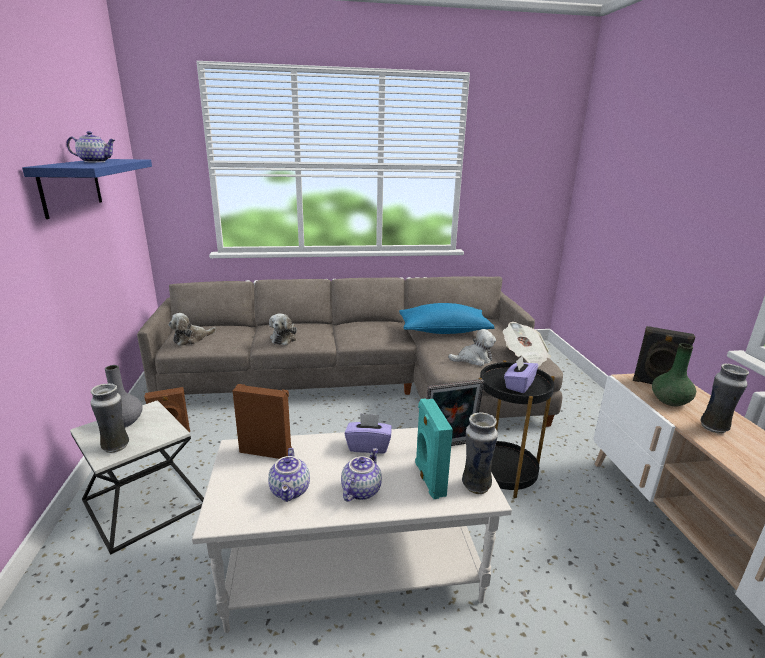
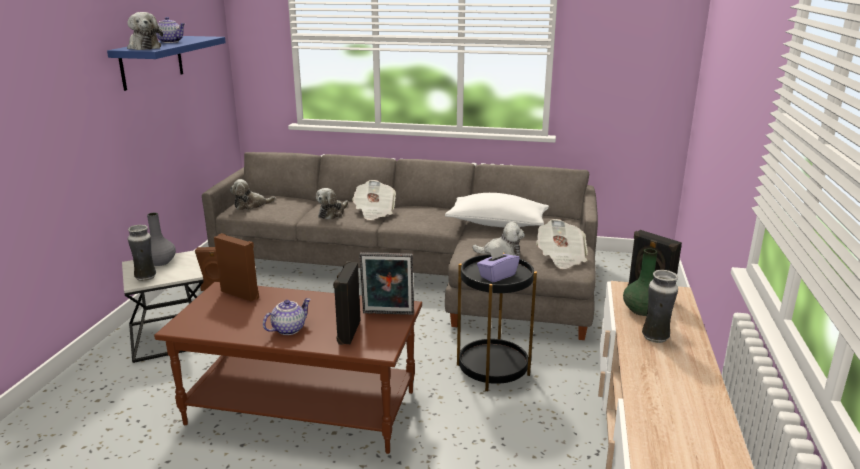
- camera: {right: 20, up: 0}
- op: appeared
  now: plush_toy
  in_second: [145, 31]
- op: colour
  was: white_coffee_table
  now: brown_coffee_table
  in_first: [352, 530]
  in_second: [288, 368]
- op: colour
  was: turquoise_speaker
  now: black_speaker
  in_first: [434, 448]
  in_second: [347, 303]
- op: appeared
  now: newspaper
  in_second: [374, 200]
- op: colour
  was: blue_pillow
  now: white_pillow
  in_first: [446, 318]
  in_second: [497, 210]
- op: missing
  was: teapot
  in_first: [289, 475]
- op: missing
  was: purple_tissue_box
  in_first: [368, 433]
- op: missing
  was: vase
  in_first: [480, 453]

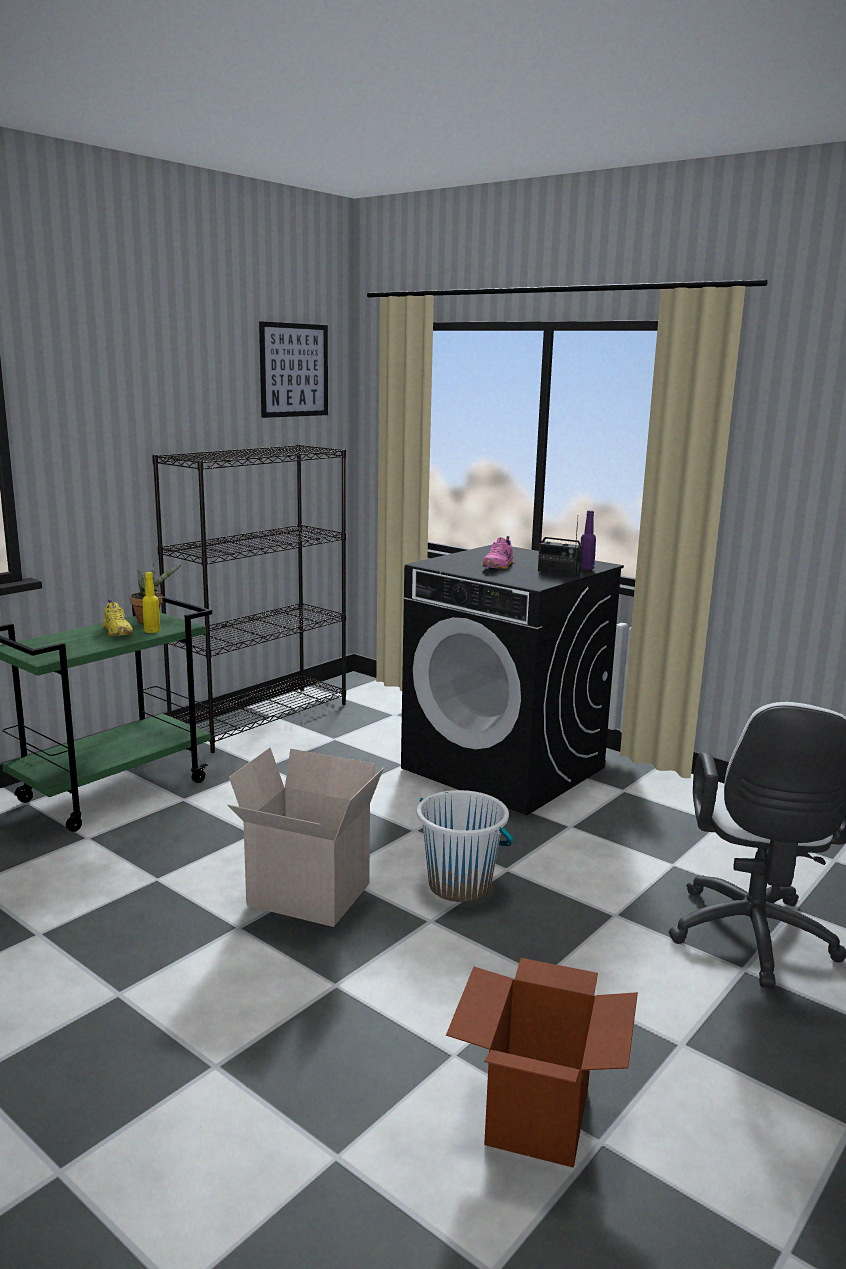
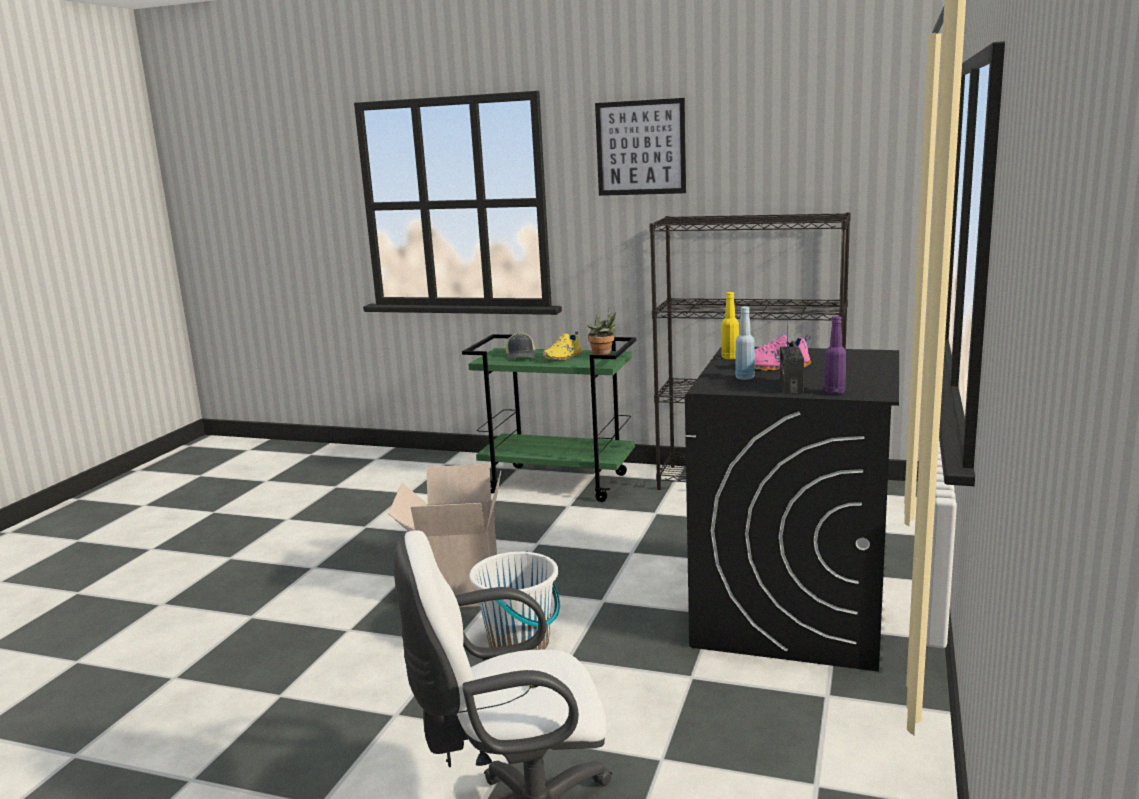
- camera: {right: 70, up: 0}
- op: appeared
  now: cap
  in_second: [520, 346]
- op: relocated
  was: picture
  in_first: [293, 369]
  in_second: [640, 147]
- op: relocated
  was: yellow_bottle
  in_first: [151, 602]
  in_second: [730, 325]
- op: appeared
  now: blue_bottle
  in_second: [745, 343]
- op: missing
  was: cardboard_box
  in_first: [542, 1063]

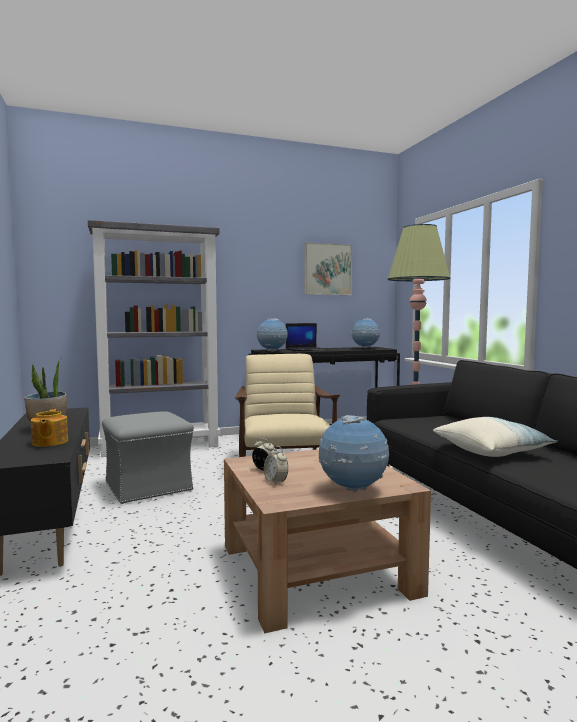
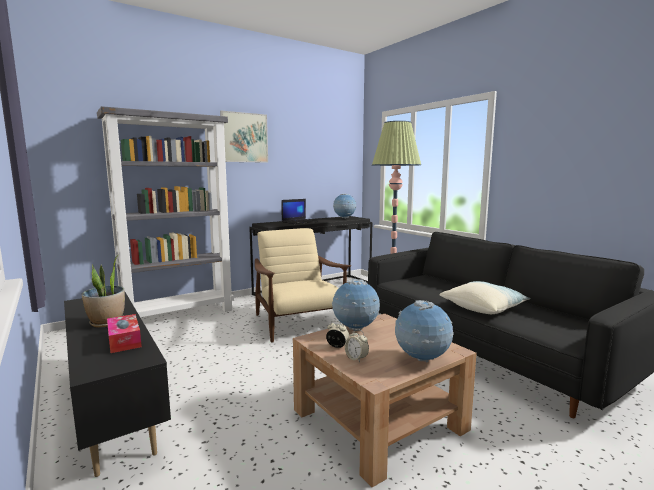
- camera: {right: -15, up: 5}
- op: exchanged
  was: teapot
  now: tissue_box
  in_first: [49, 428]
  in_second: [124, 333]
- op: relocated
  was: picture
  in_first: [328, 268]
  in_second: [244, 137]
- op: relocated
  was: globe
  in_first: [272, 335]
  in_second: [356, 305]
- op: missing
  was: grey_ottoman
  in_first: [148, 457]

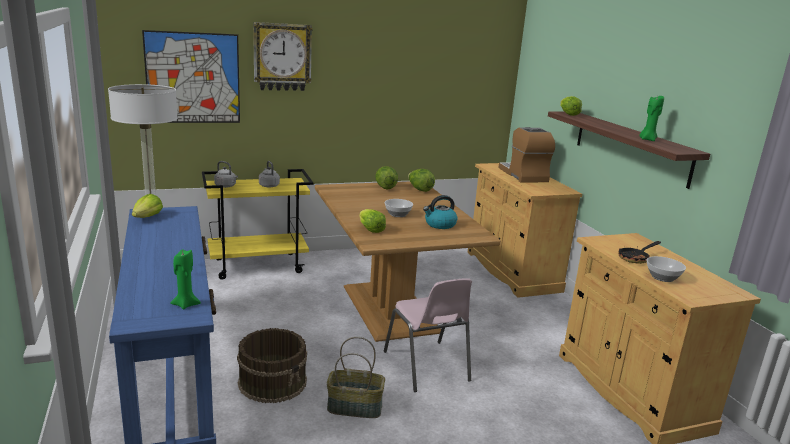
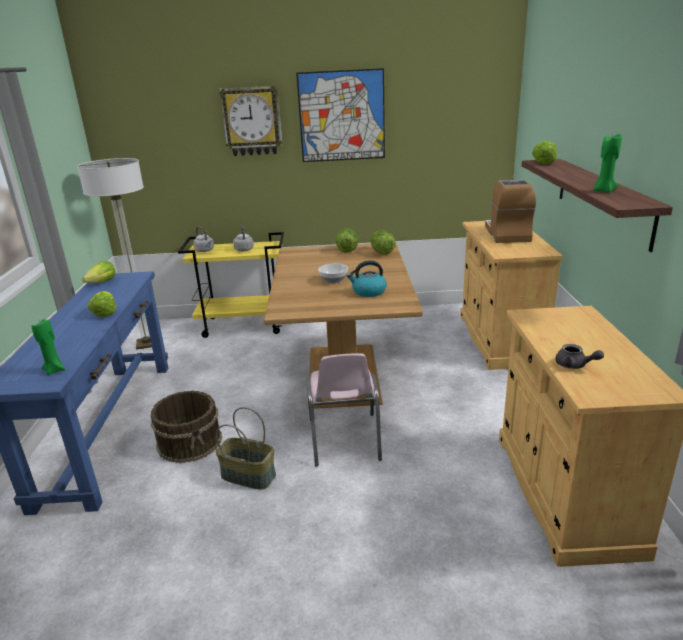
- camera: {right: 20, up: 5}
- op: relocated
  was: lettuce
  in_first: [372, 221]
  in_second: [102, 304]
- op: relocated
  was: picture
  in_first: [191, 76]
  in_second: [340, 115]
- op: exchanged
  was: bowl
  now: grey_teapot
  in_first: [666, 269]
  in_second: [579, 356]
- op: missing
  was: frying_pan
  in_first: [639, 252]

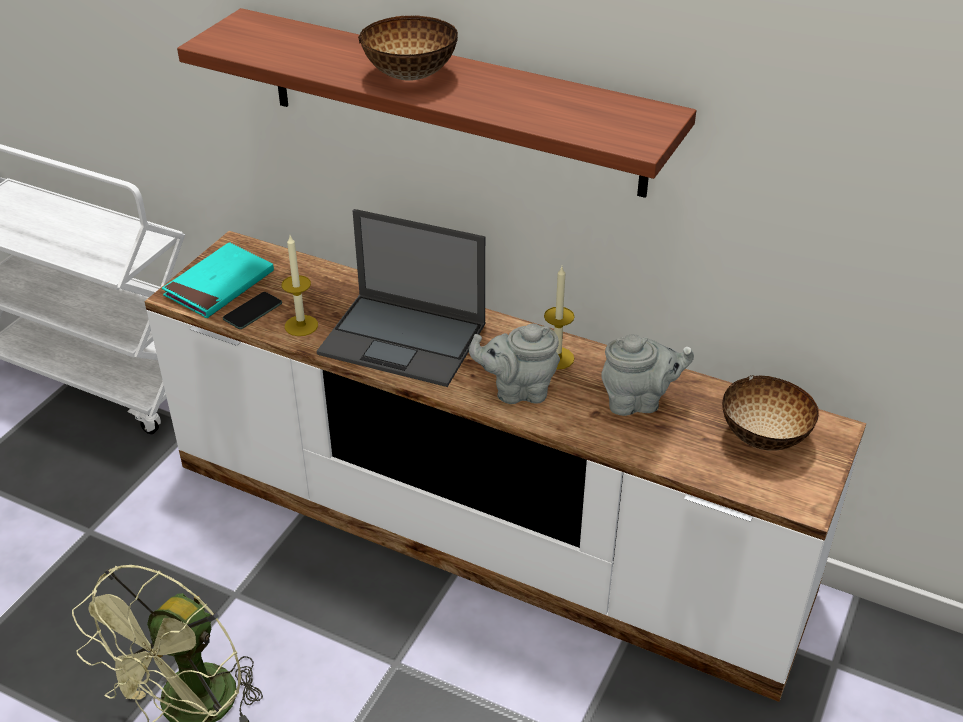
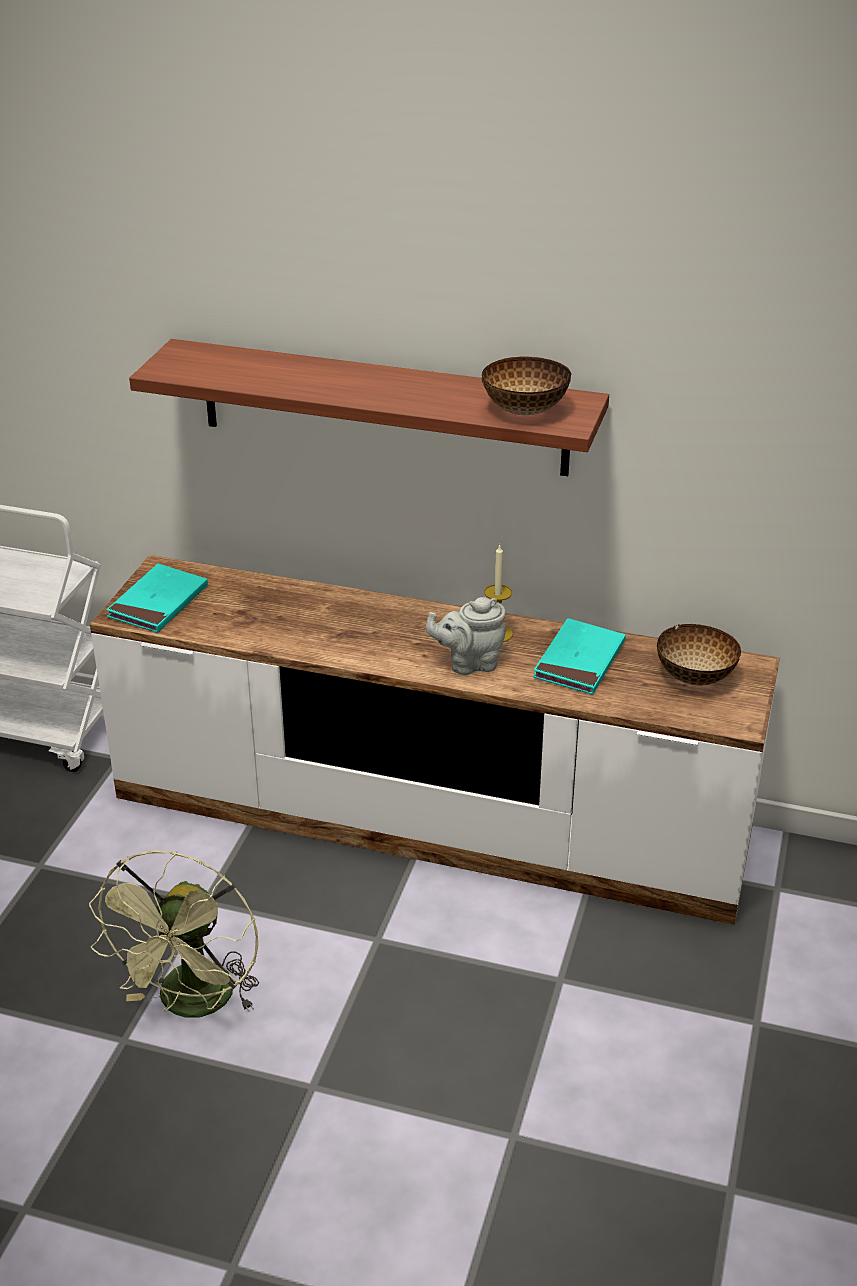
- camera: {right: -10, up: -5}
- op: relocated
  was: bowl
  in_first: [408, 48]
  in_second: [526, 386]
- op: exchanged
  was: grey_teapot
  now: turquoise_book
  in_first: [647, 375]
  in_second: [579, 656]
- op: missing
  was: phone
  in_first: [252, 310]
- op: missing
  was: candle
  in_first: [300, 286]
- op: missing
  was: laptop
  in_first: [400, 298]

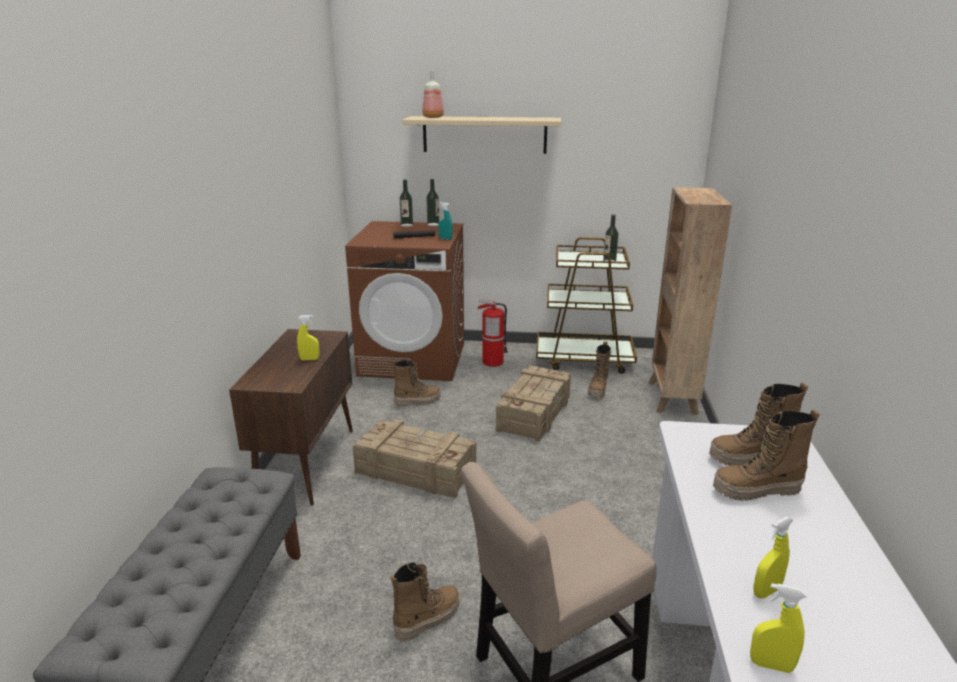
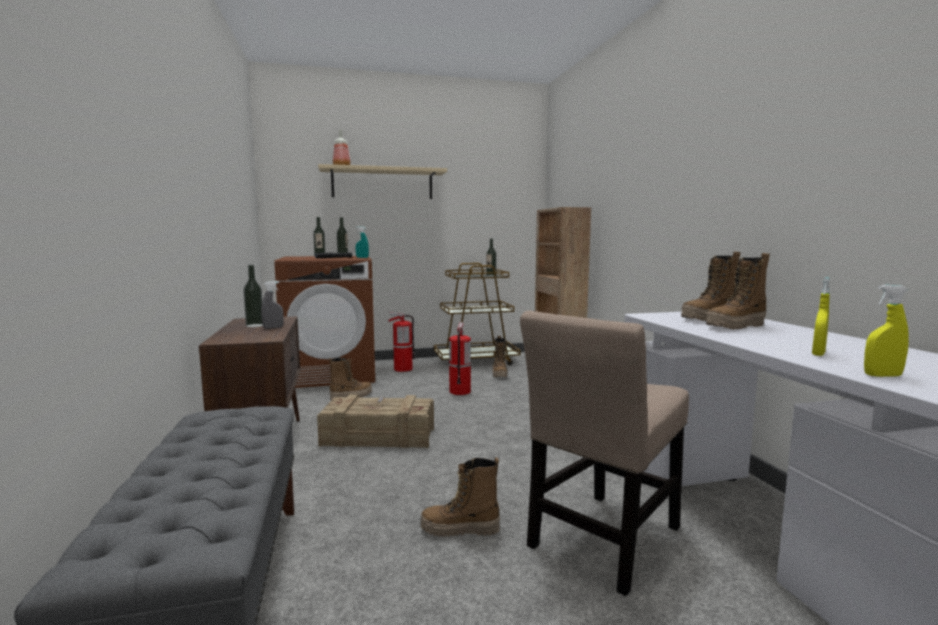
- camera: {right: -20, up: -15}
- op: appeared
  now: bottle
  in_second: [253, 296]
- op: colour
  was: yellow_spray_bottle
  now: grey_spray_bottle
  in_first: [308, 337]
  in_second: [272, 305]
- op: spun
  was: boot
  in_first: [424, 602]
  in_second: [460, 497]
  clockwise: -120
- op: exchanged
  was: crate
  now: fire_extinguisher
  in_first: [533, 403]
  in_second: [460, 358]

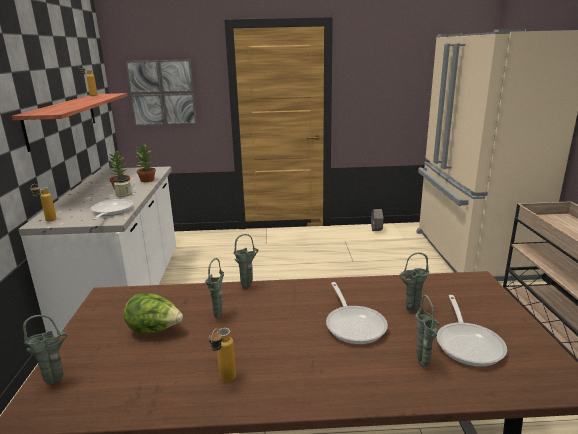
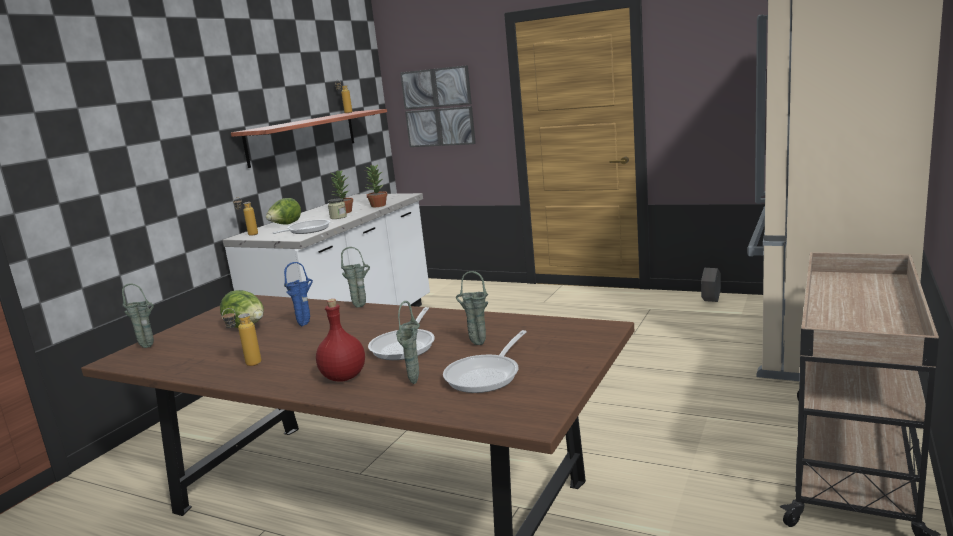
- camera: {right: 30, up: -5}
- op: appeared
  now: lettuce
  in_second: [283, 211]
- op: colour
  was: green_vase
  now: blue_vase
  in_first: [214, 288]
  in_second: [298, 294]
- op: appeared
  now: red_bottle
  in_second: [340, 340]

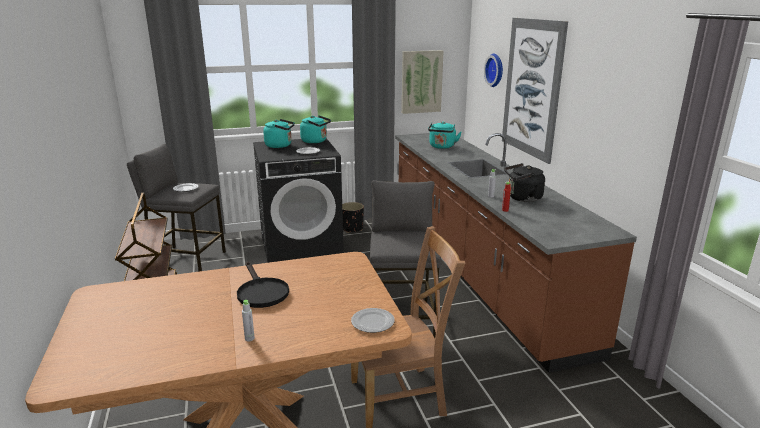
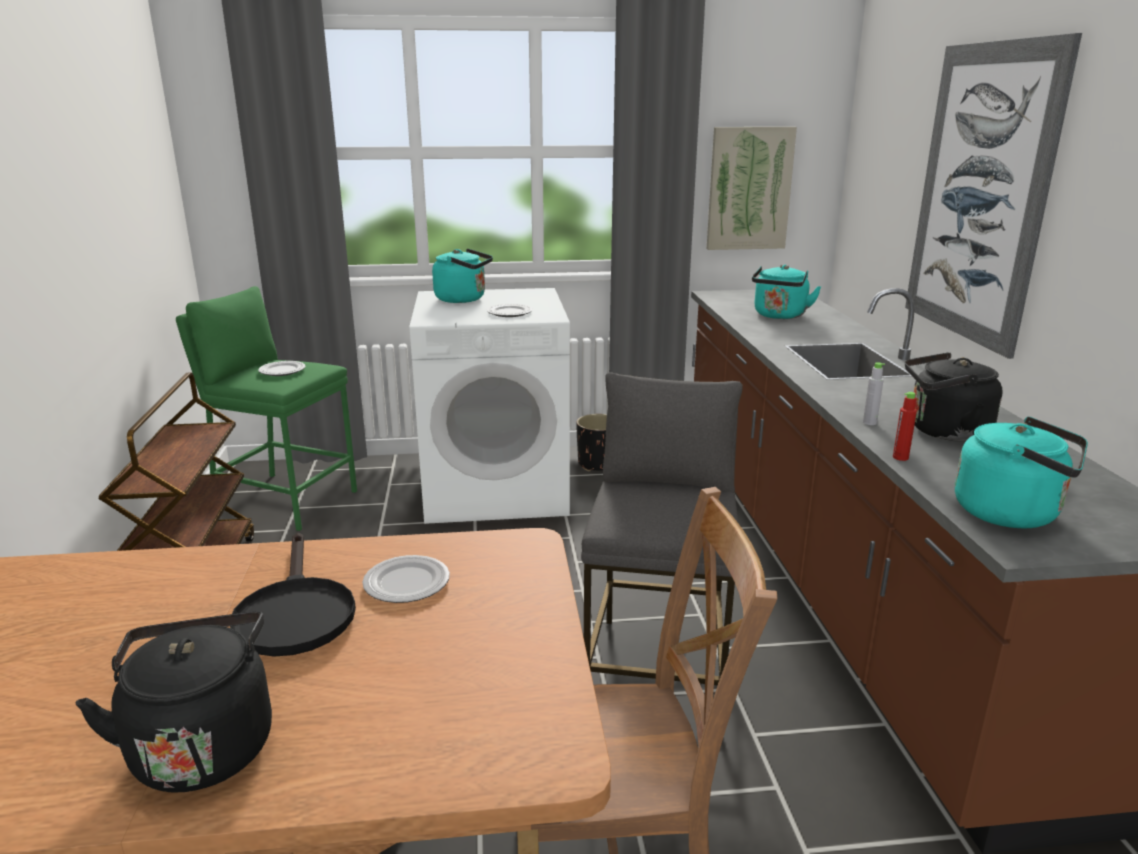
- camera: {right: 10, up: 0}
- op: exchanged
  was: grey_bottle
  now: black_kettle
  in_first: [248, 320]
  in_second: [174, 702]
- op: colour
  was: grey_stool
  now: green_stool
  in_first: [176, 207]
  in_second: [266, 408]
- op: relocated
  was: plate
  in_first: [373, 320]
  in_second: [406, 579]
- op: colour
  was: black_washing_machine
  now: white_washing_machine
  in_first: [298, 200]
  in_second: [490, 406]
- op: relocated
  was: turquoise_kettle
  in_first: [315, 129]
  in_second: [1021, 472]
- op: missing
  was: wall_clock
  in_first: [493, 70]

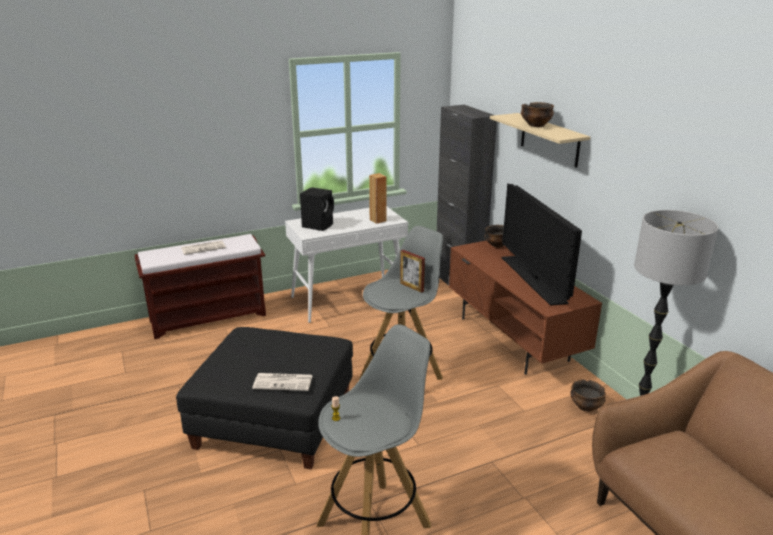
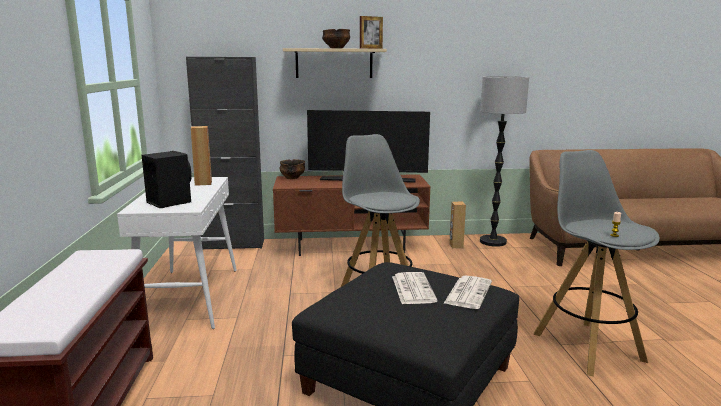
- camera: {right: -70, up: -10}
- op: relocated
  was: picture_frame
  in_first: [412, 271]
  in_second: [371, 32]
- op: relocated
  was: newspaper
  in_first: [203, 247]
  in_second: [415, 288]
- op: exchanged
  was: bowl
  now: brown_speaker
  in_first: [588, 395]
  in_second: [457, 225]

